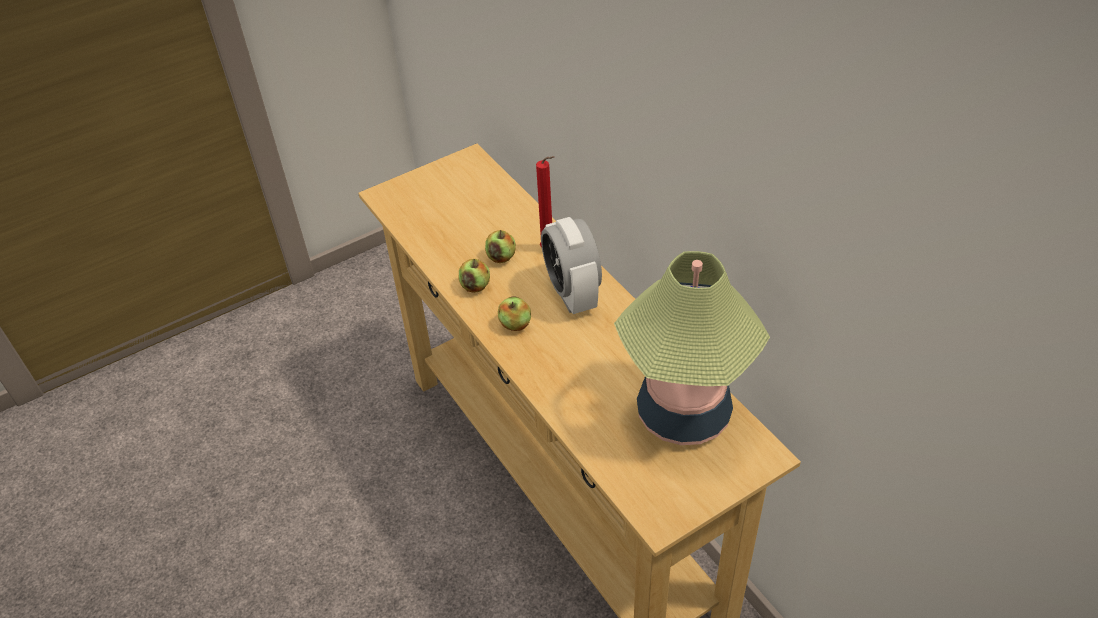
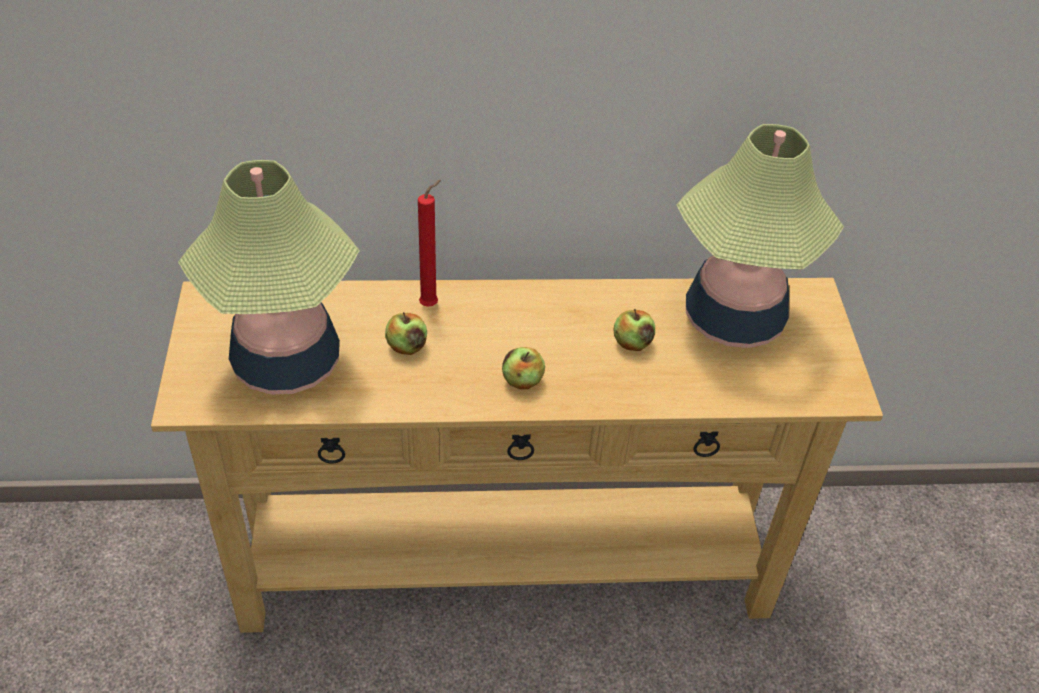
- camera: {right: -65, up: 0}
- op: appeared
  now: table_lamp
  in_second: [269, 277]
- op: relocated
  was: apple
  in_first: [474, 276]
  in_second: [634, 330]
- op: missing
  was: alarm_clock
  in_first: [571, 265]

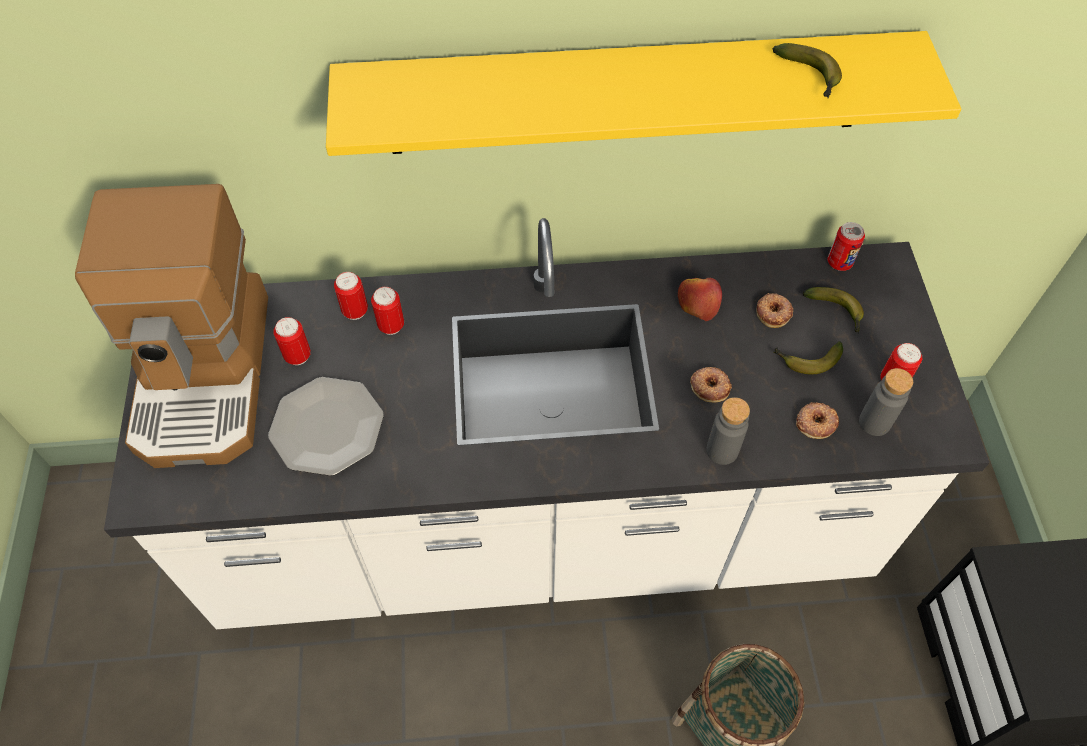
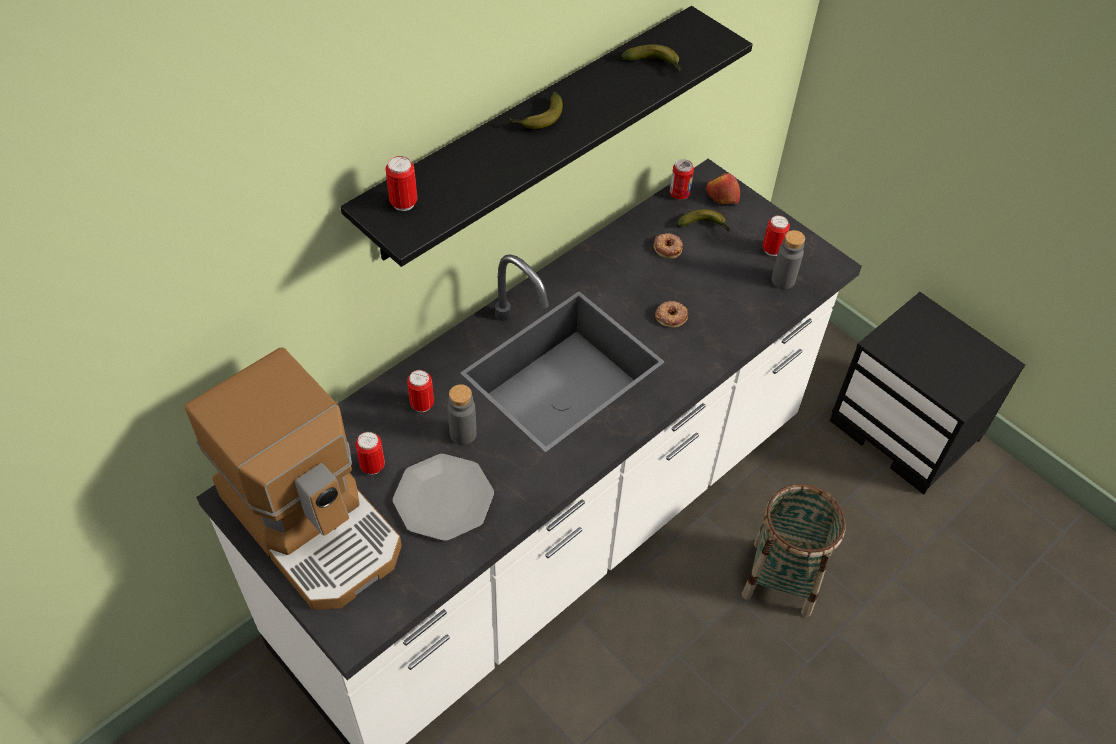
- camera: {right: -40, up: -5}
- op: colour
  was: yellow_shelf
  now: black_shelf
  in_first: [643, 93]
  in_second: [546, 136]
- op: relocated
  was: can
  in_first: [351, 296]
  in_second: [401, 183]
- op: relocated
  was: grey_bottle
  in_first: [728, 431]
  in_second: [462, 414]
- op: relocated
  was: banana
  in_first: [808, 357]
  in_second: [536, 110]
- op: relocated
  was: apple
  in_first: [700, 299]
  in_second: [723, 188]
- op: missing
  was: donut
  in_first: [817, 420]

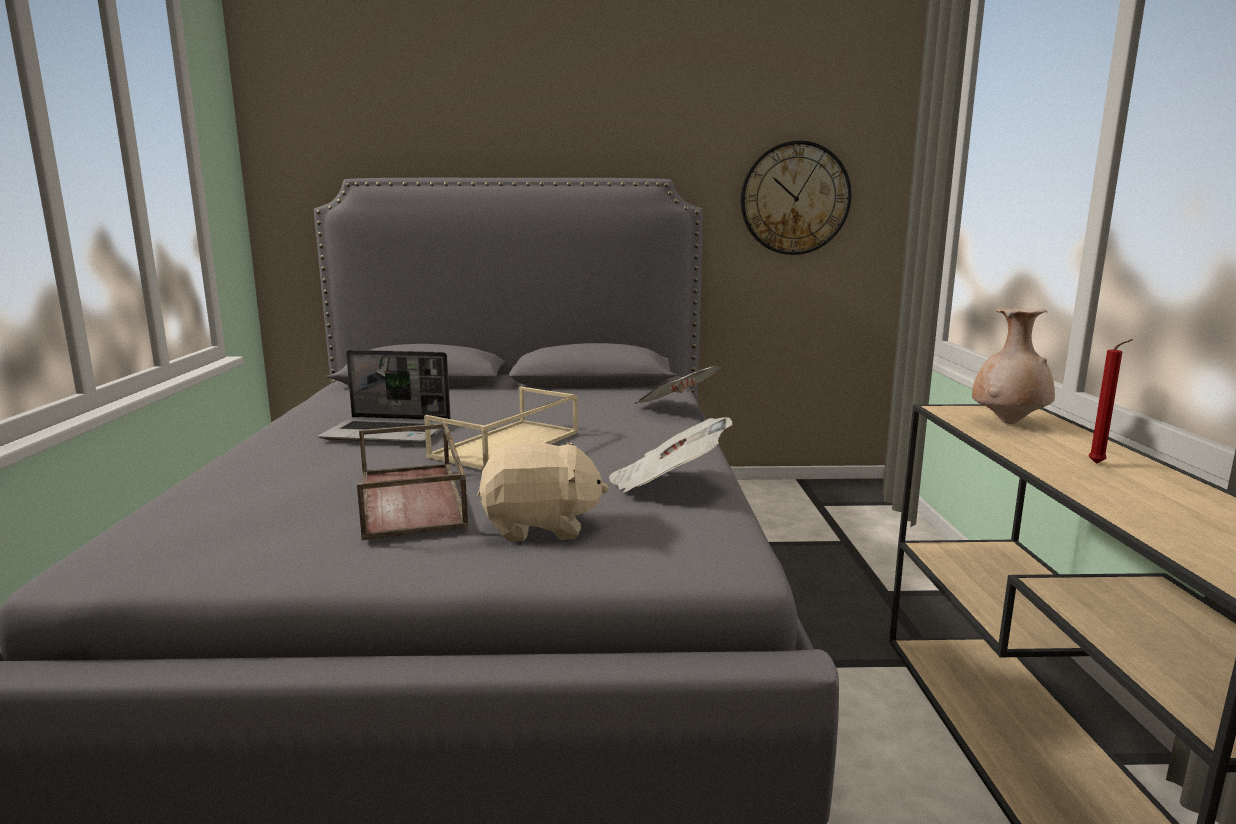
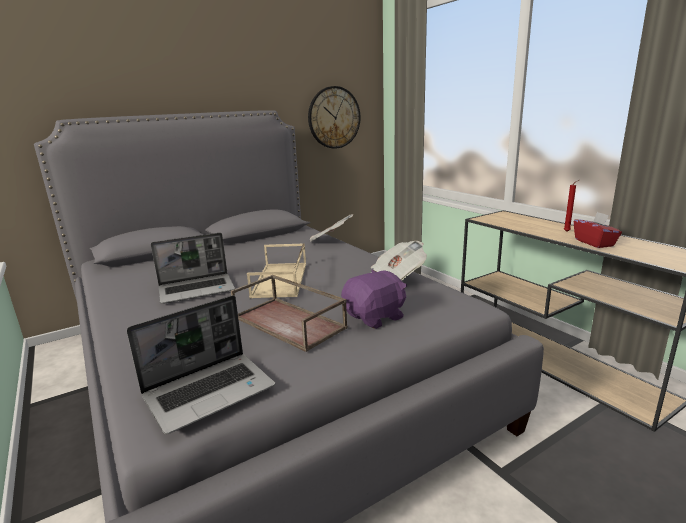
- camera: {right: -30, up: 5}
- op: appeared
  now: laptop
  in_second: [201, 364]
- op: colour
  was: beige_plush_toy
  now: purple_plush_toy
  in_first: [543, 492]
  in_second: [374, 299]
- op: appeared
  now: red_tissue_box
  in_second: [598, 230]
- op: missing
  was: beige_vase
  in_first: [1013, 366]

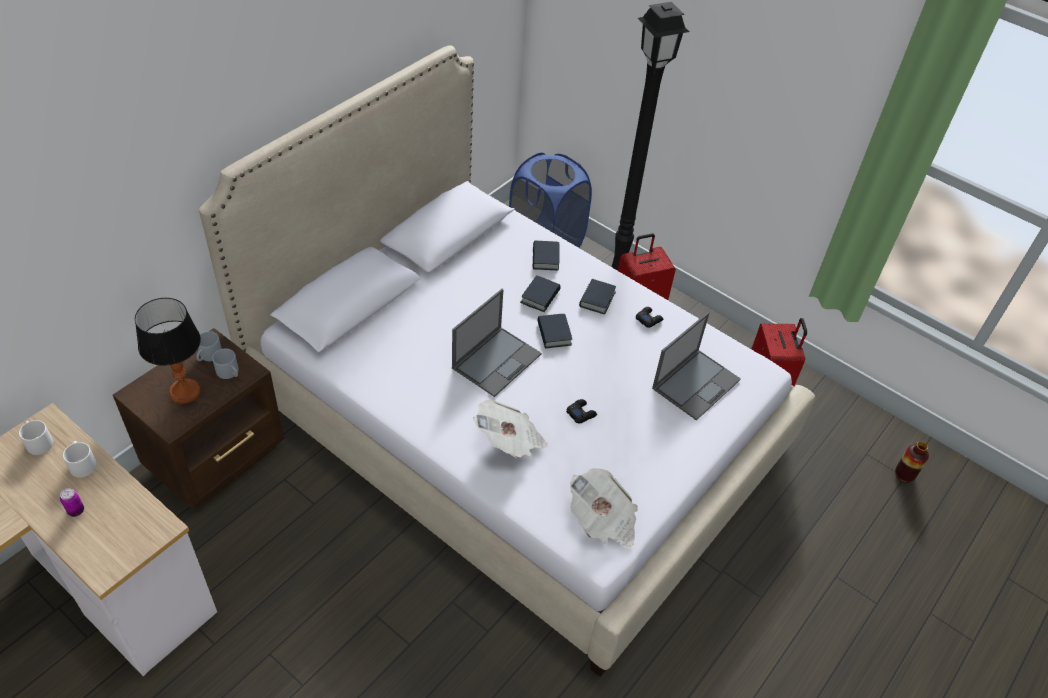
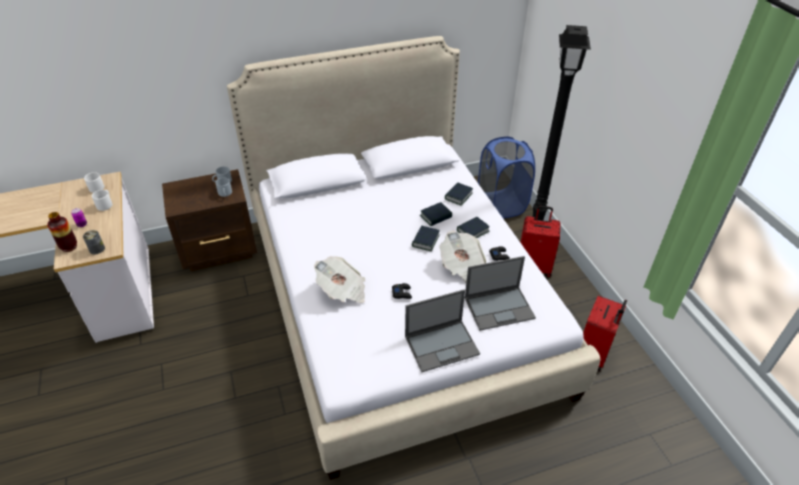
- camera: {right: 35, up: -5}
- op: relocated
  was: vase
  in_first: [912, 462]
  in_second: [62, 232]
- op: appeared
  now: can
  in_second: [94, 242]
- op: relocated
  was: laptop
  in_first: [497, 343]
  in_second: [442, 330]
- op: relocated
  was: newspaper
  in_first: [604, 507]
  in_second: [463, 257]
- op: missing
  was: table_lamp
  in_first: [168, 351]

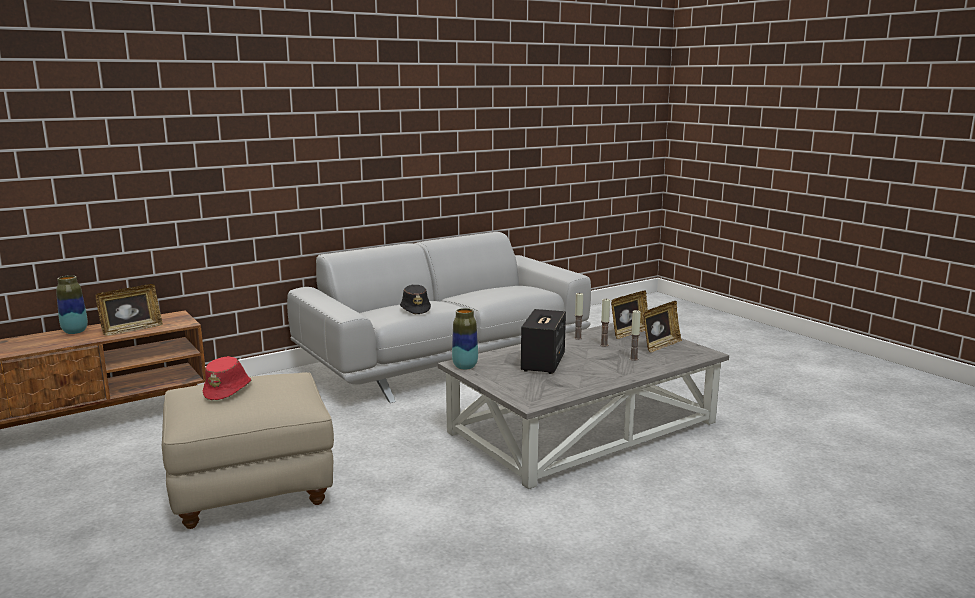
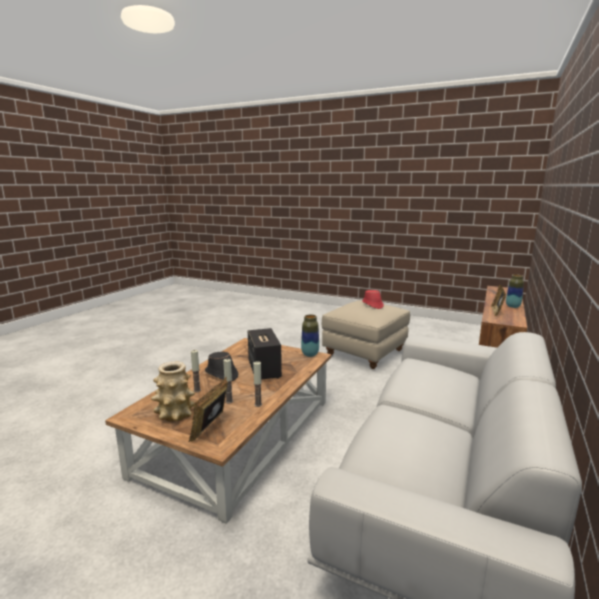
- camera: {right: 150, up: 0}
- op: colour
  was: grey_coffee_table
  now: brown_coffee_table
  in_first: [583, 406]
  in_second: [218, 431]
- op: exchanged
  was: picture_frame
  now: vase
  in_first: [662, 326]
  in_second: [173, 392]
- op: relocated
  was: black_hat
  in_first: [415, 299]
  in_second: [221, 366]

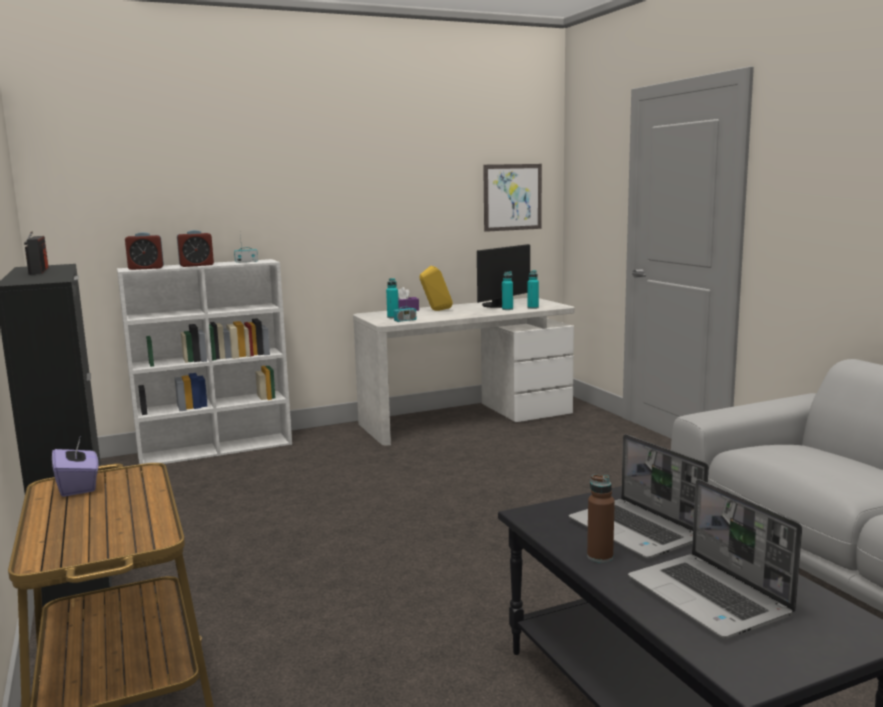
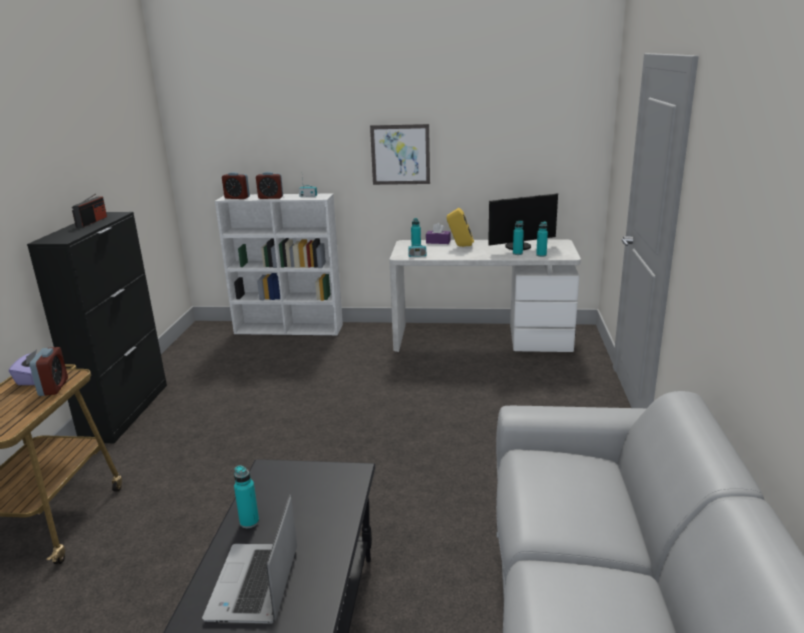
- camera: {right: 30, up: 10}
- op: appeared
  now: alarm_clock
  in_second: [48, 371]
- op: colour
  was: brown_bottle
  now: turquoise_bottle
  in_first: [601, 518]
  in_second: [246, 496]
- op: relocated
  was: picture
  in_first: [512, 198]
  in_second: [400, 154]
- op: missing
  was: laptop
  in_first: [639, 496]

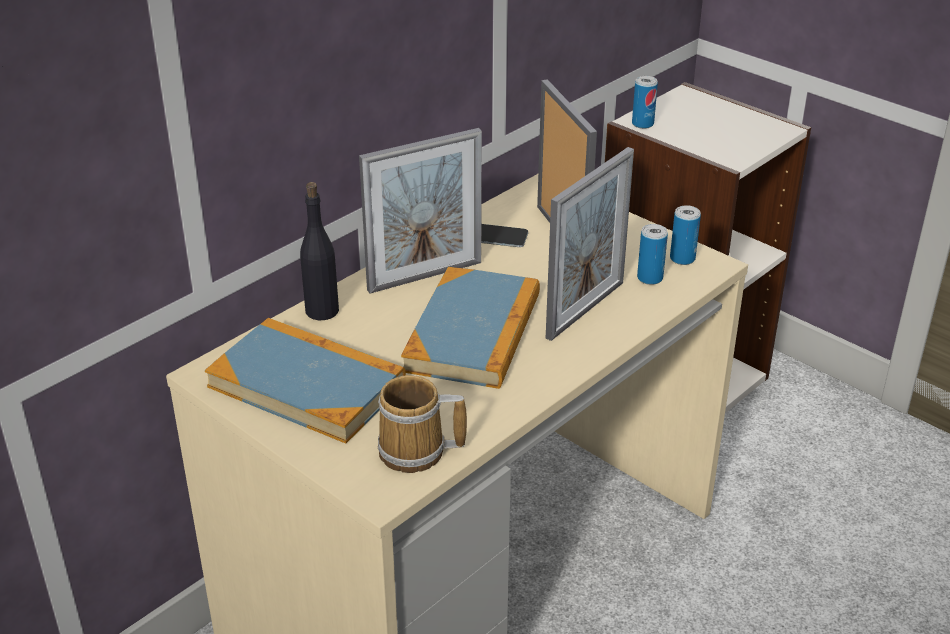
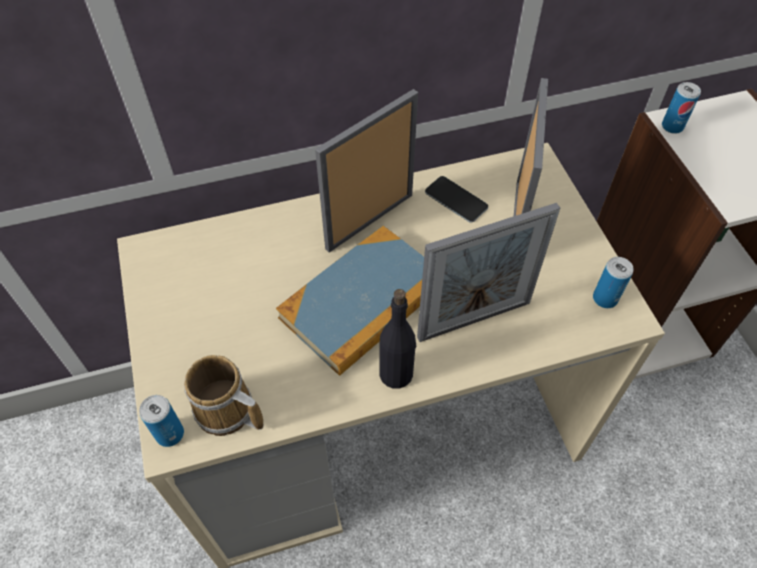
- camera: {right: 30, up: 20}
- op: relocated
  was: can
  in_first: [652, 254]
  in_second: [161, 421]
- op: spun
  was: picture_frame
  in_first: [420, 211]
  in_second: [366, 170]
  clockwise: 135
- op: relocated
  was: black_bottle
  in_first: [319, 251]
  in_second: [397, 339]
- op: missing
  was: book
  in_first: [305, 381]

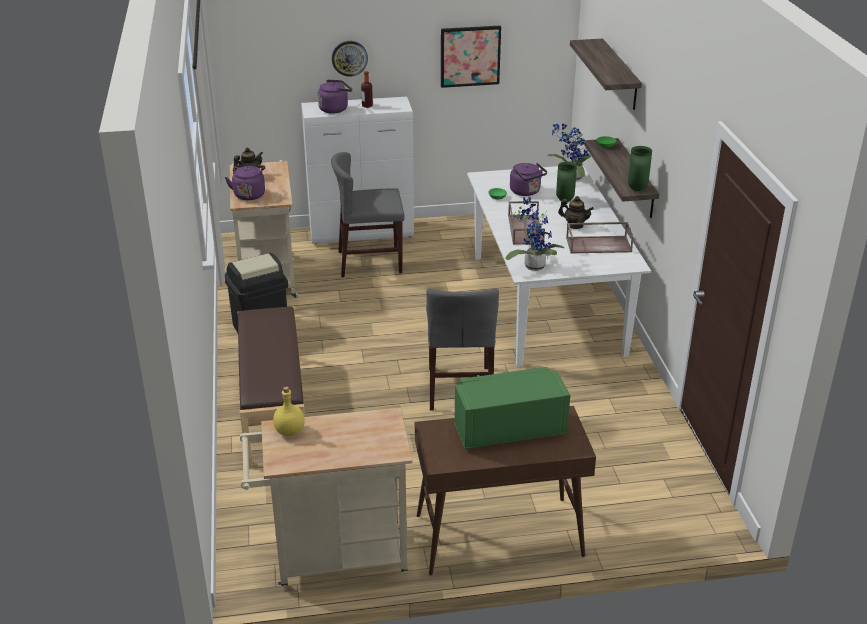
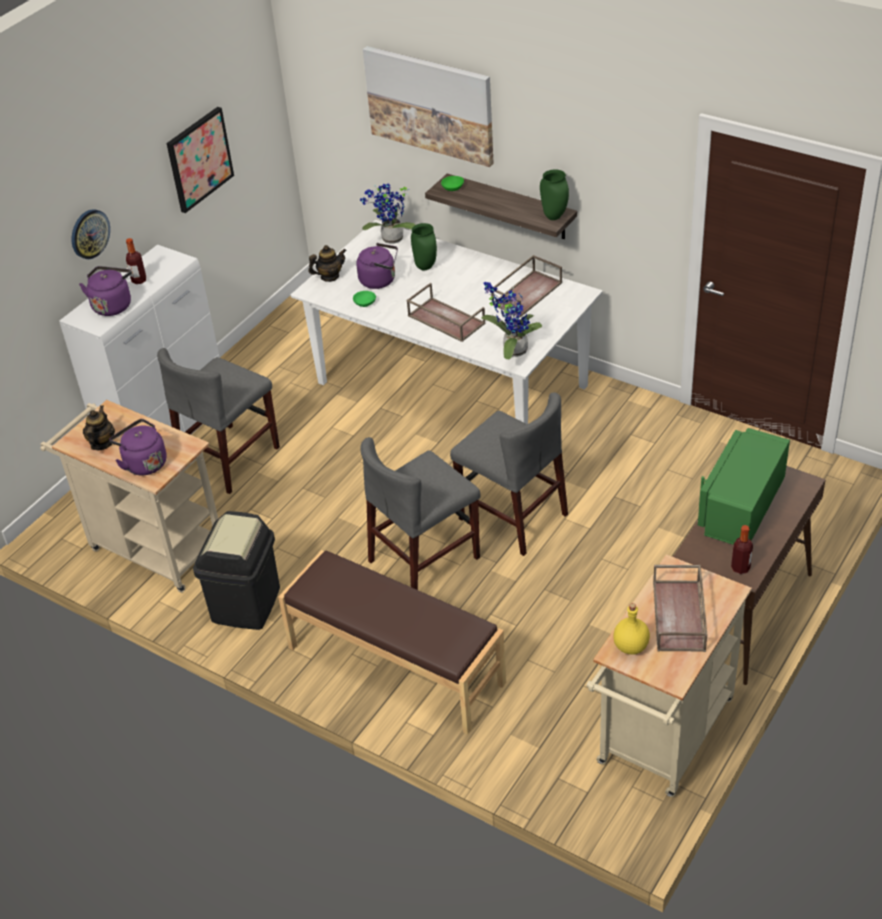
- camera: {right: -45, up: 10}
- op: relocated
  was: teapot
  in_first: [576, 212]
  in_second: [327, 263]
- op: appeared
  now: grey_chair
  in_second: [420, 513]
- op: exchanged
  was: shelf
  now: picture
  in_first: [606, 74]
  in_second: [428, 106]
- op: appeared
  now: brown_tray
  in_second: [680, 608]
- op: appeared
  now: bottle
  in_second: [742, 549]

